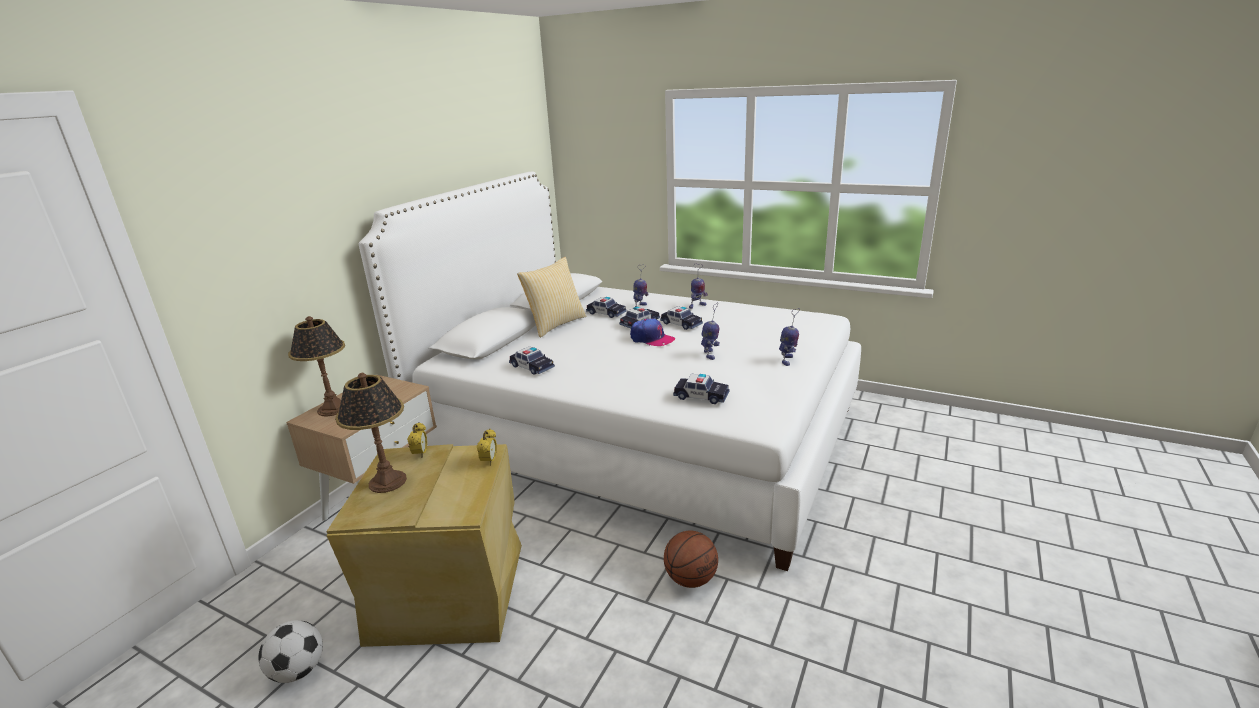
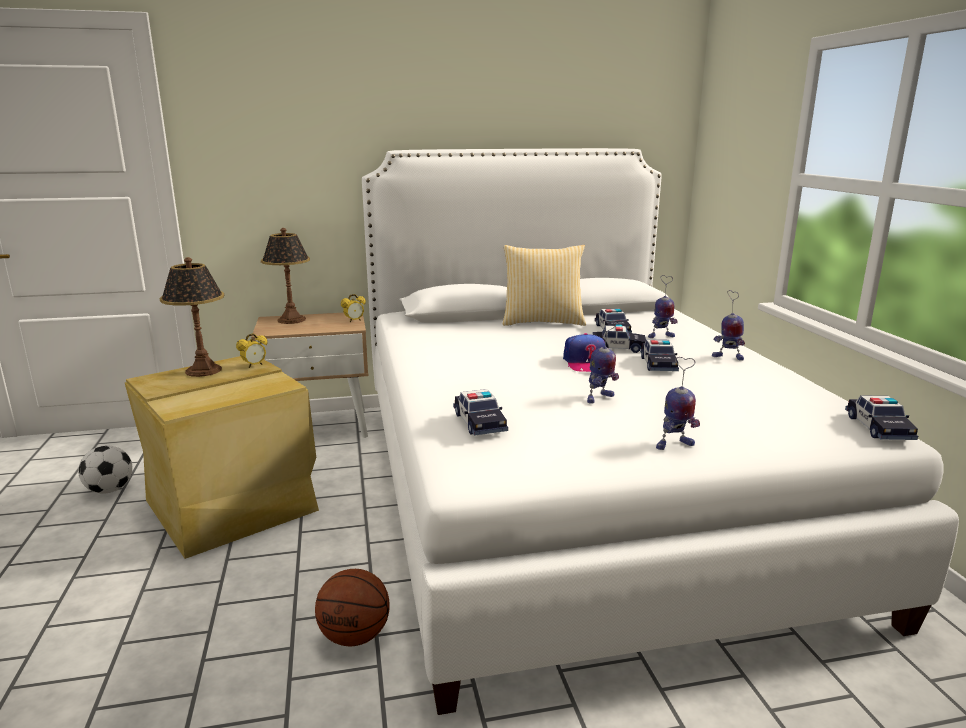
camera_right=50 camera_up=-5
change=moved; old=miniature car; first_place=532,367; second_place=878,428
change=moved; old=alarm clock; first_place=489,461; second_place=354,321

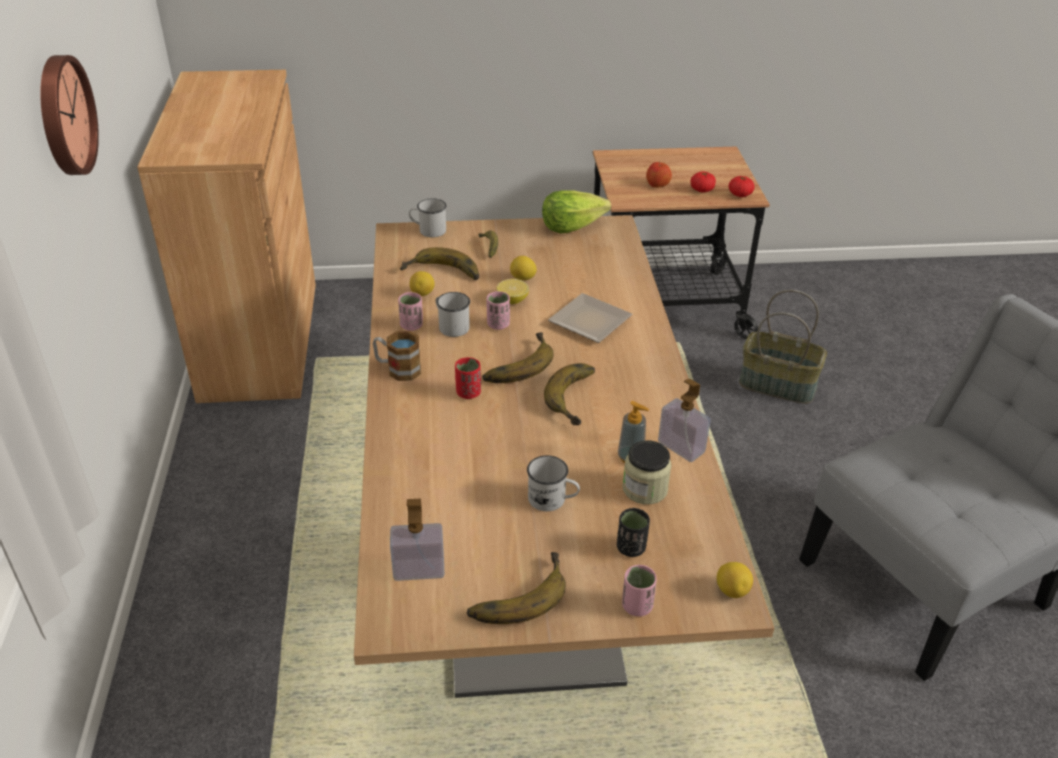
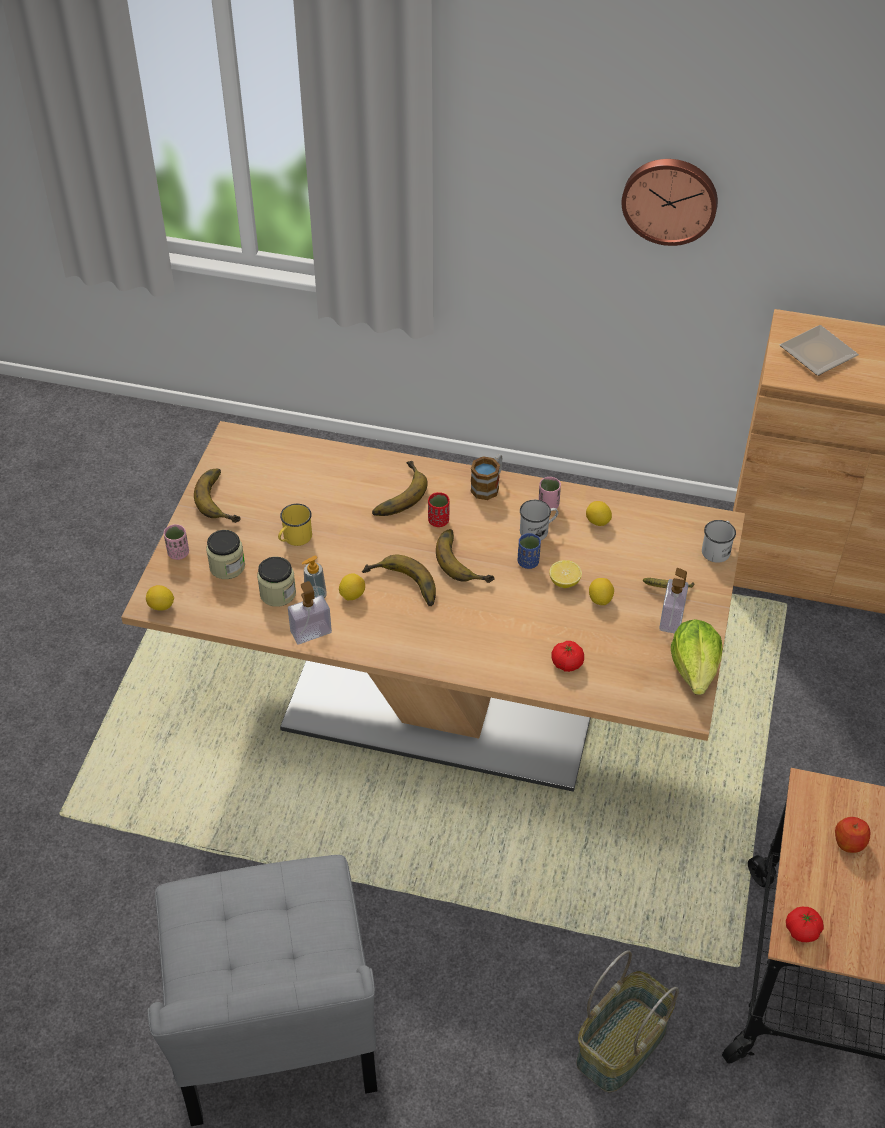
camera_right=110 camera_up=10
change=moved; old=whole tomato; first_place=702,190; second_place=567,663
change=moved; old=whole banana; first_place=442,274; second_place=395,493
change=recoloured; old=pink-coloured cup; new=bluish cup; first_place=498,324; second_place=528,562
change=moved; old=dinner plate; first_place=589,320; second_place=820,354
change=recoloured; old=white-coloured coffee mug; new=yellowish coffee mug; first_place=552,500; second_place=294,538
change=moved; old=soap dispenser; first_place=419,569; second_place=671,619
change=replaced; old=black cup; new=preserve jar; first_place=631,548; second_place=227,566
change=added; new=citrus fruit; second_place=352,595

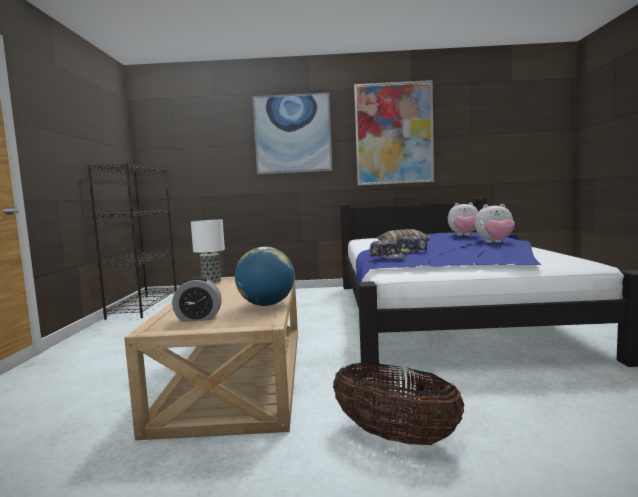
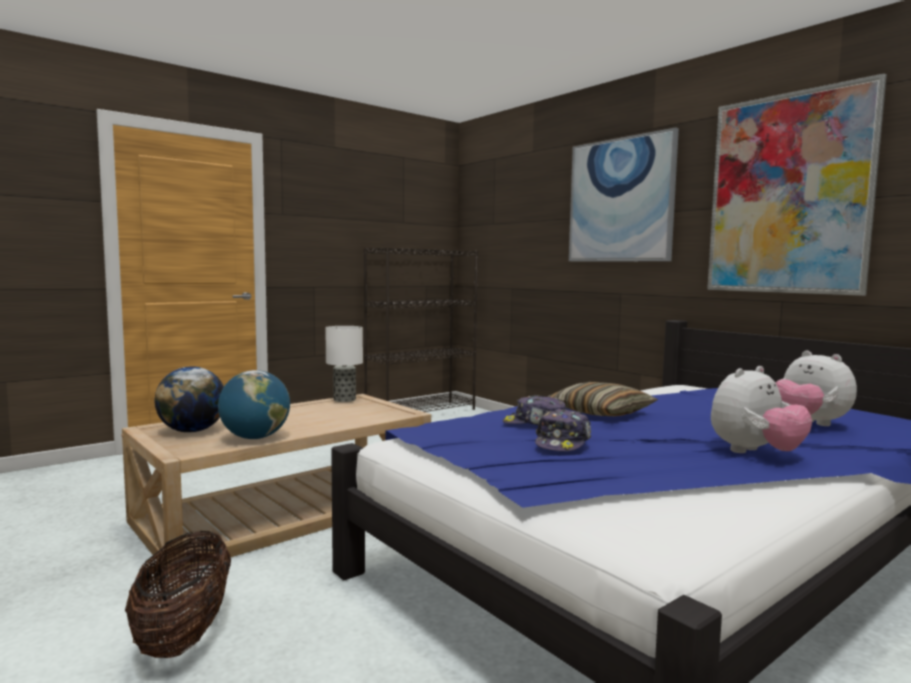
camera_right=50 camera_up=0
change=turned; old=cuddly toy; first_place=495,243; second_place=755,453; degrees=-90
change=moved; old=peaked cap; first_place=387,257; second_place=563,443
change=replaced; old=alarm clock; new=globe; first_place=198,318; second_place=192,431

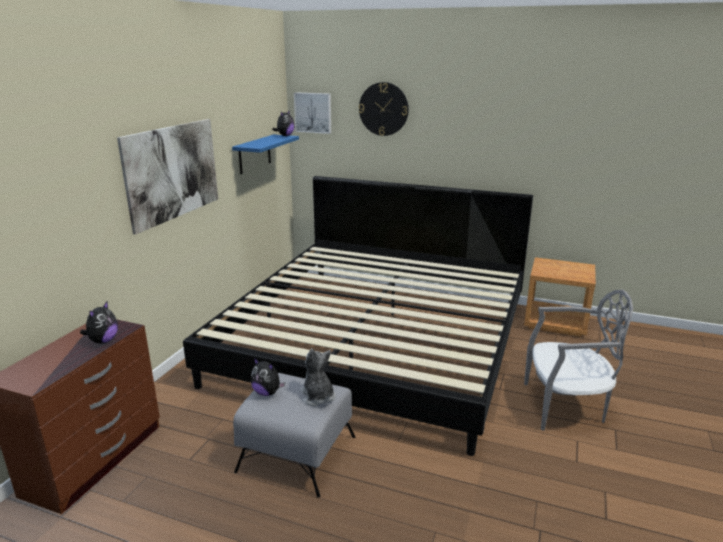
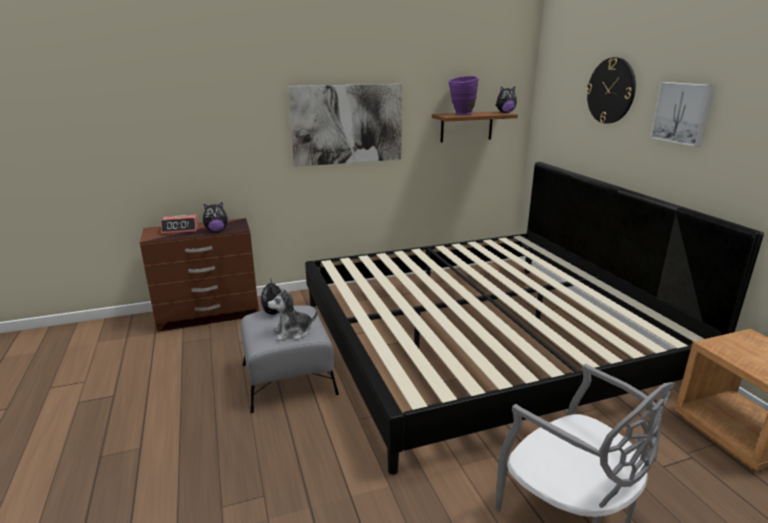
camera_right=50 camera_up=0
change=moved; old=picture; first_place=313,112; second_place=683,113
change=recoloured; old=bluish shelf; new=brown-coloured shelf; first_place=254,154; second_place=466,126
change=turned; old=cuddly toy; first_place=318,397; second_place=293,332; degrees=-135
change=added; new=purple vase; second_place=461,114
change=added; new=alarm clock; second_place=180,229

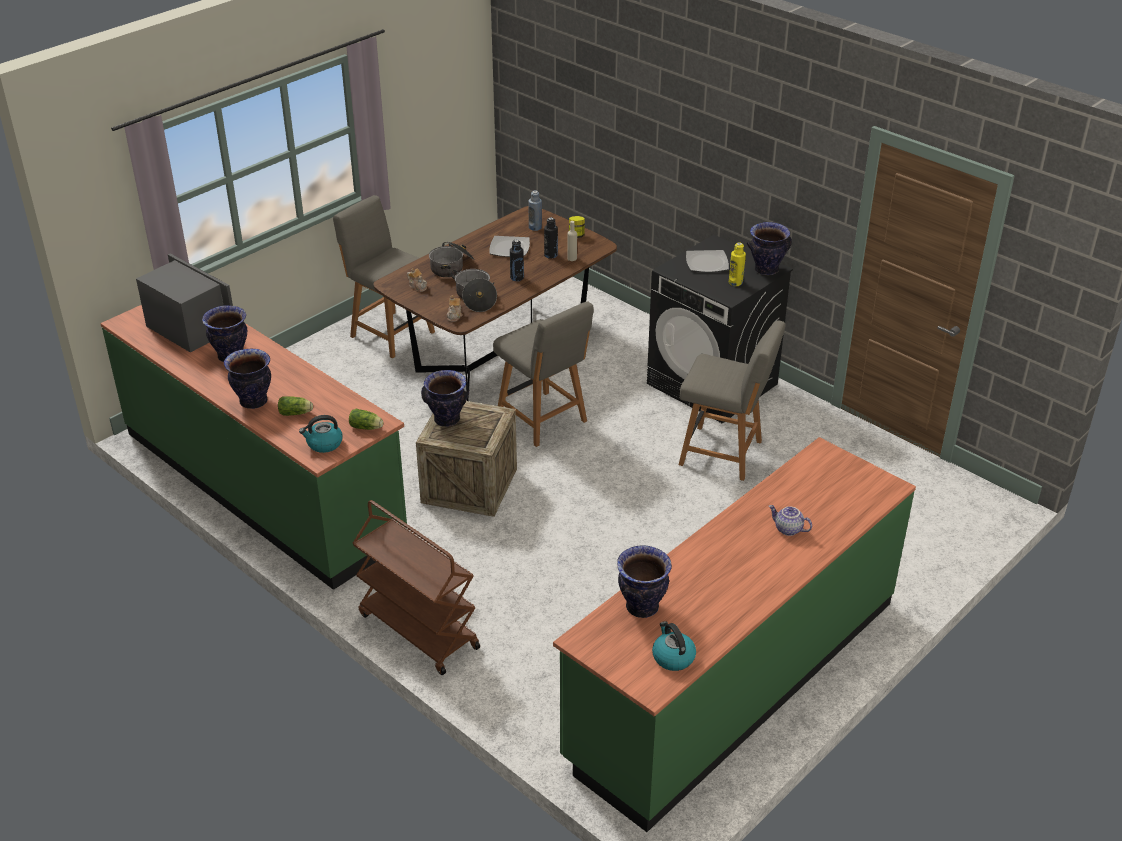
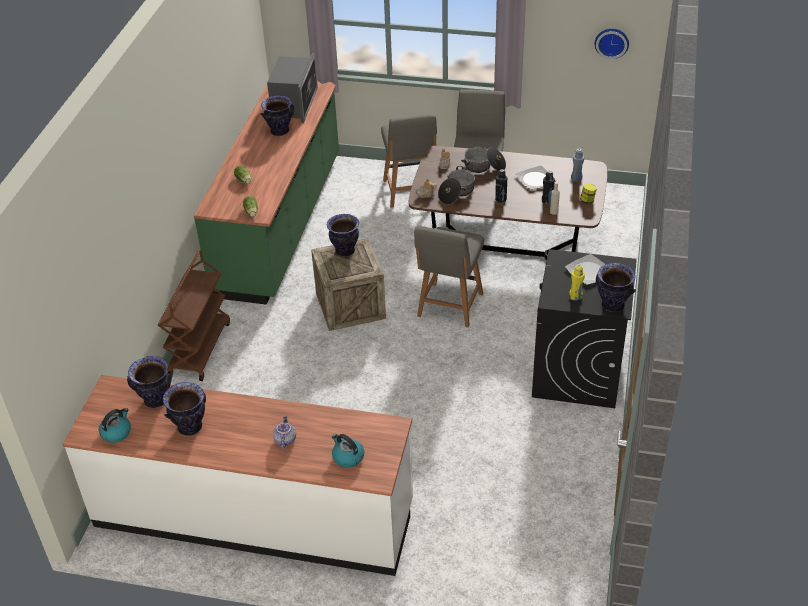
camera_right=60 camera_up=5
change=moved; old=greyish upright chair; first_place=724,454; second_place=410,192
change=moved; old=vase; first_place=254,401; second_place=190,427
change=moved; old=water kettle; first_place=324,444; second_place=347,457
change=recoloured; old=green kitchen counter; new=white-coloured kitchen counter; first_place=733,678; second_place=254,514
change=added; new=hanging clock; second_place=611,42

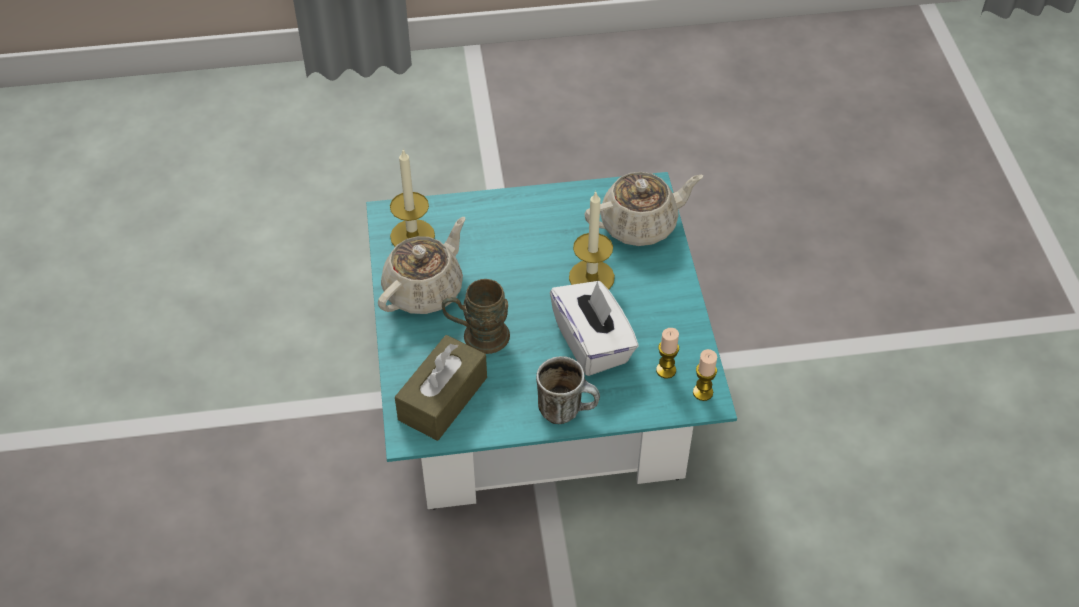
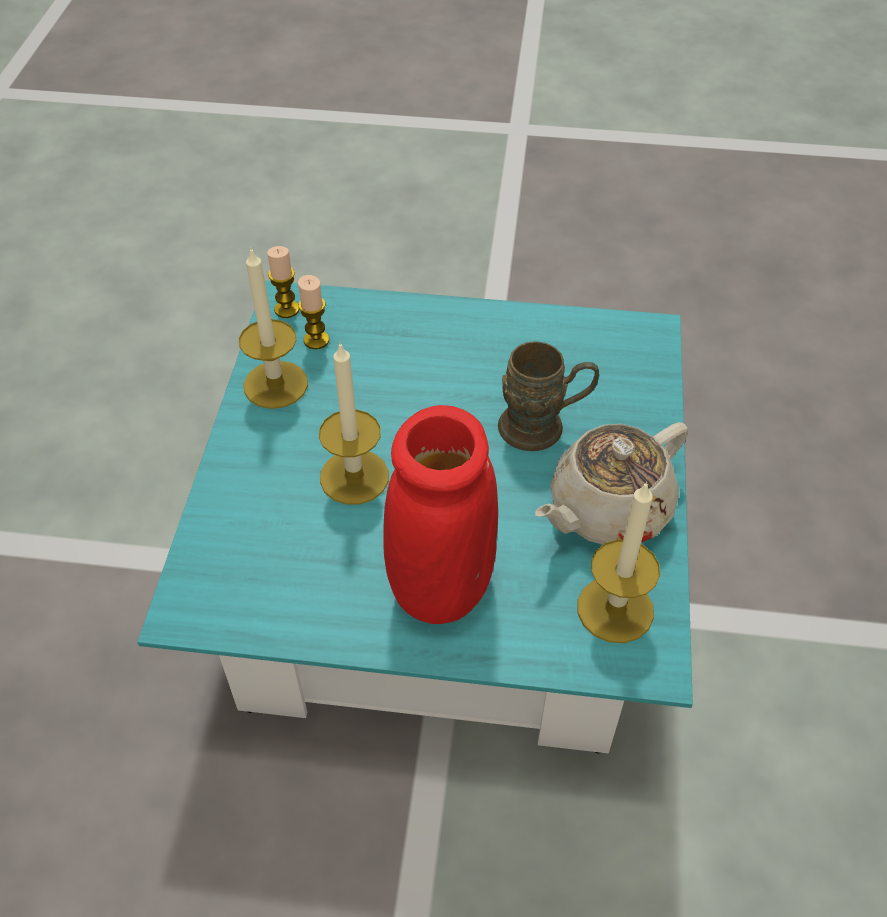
camera_right=-165 camera_up=0
change=removed; old=beige tea pot; first_place=640,225
change=removed; old=white-coloured tissue holder; first_place=593,343
change=removed; old=brown-coloured tissue holder; first_place=443,398
change=removed; old=coffee mug; first_place=567,410
change=added; new=wax candle; second_place=275,384
change=added; new=red-coloured vase; second_place=442,586

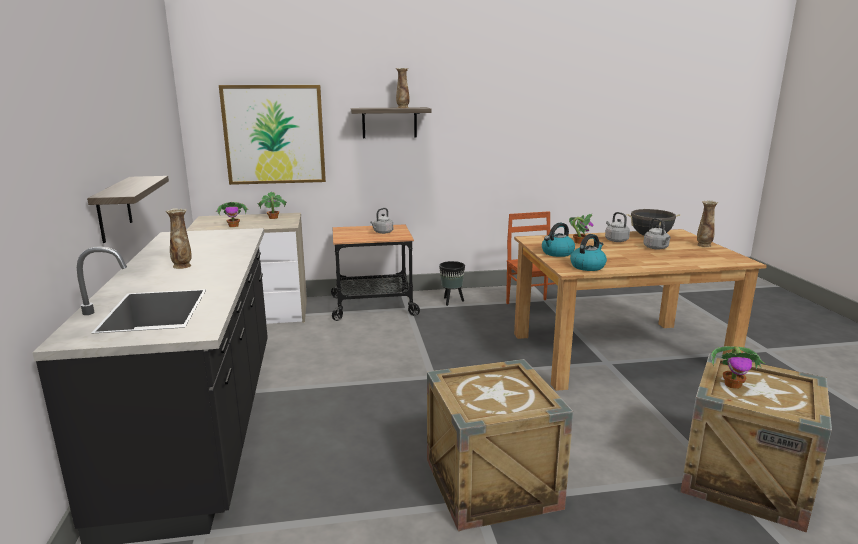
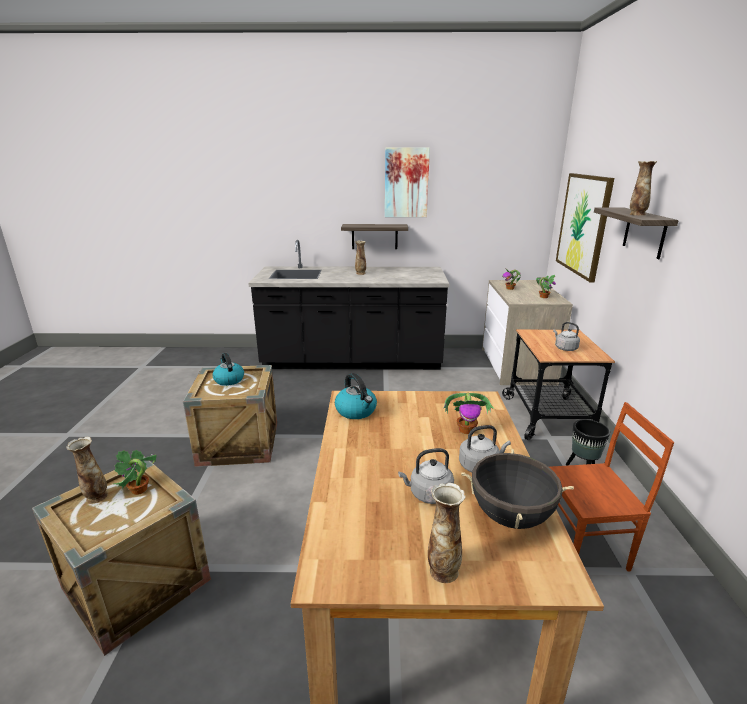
camera_right=100 camera_up=5
change=moved; old=water kettle; first_place=557,253; second_place=228,380
change=added; new=picture; second_place=406,183
change=added; new=vase; second_place=96,497

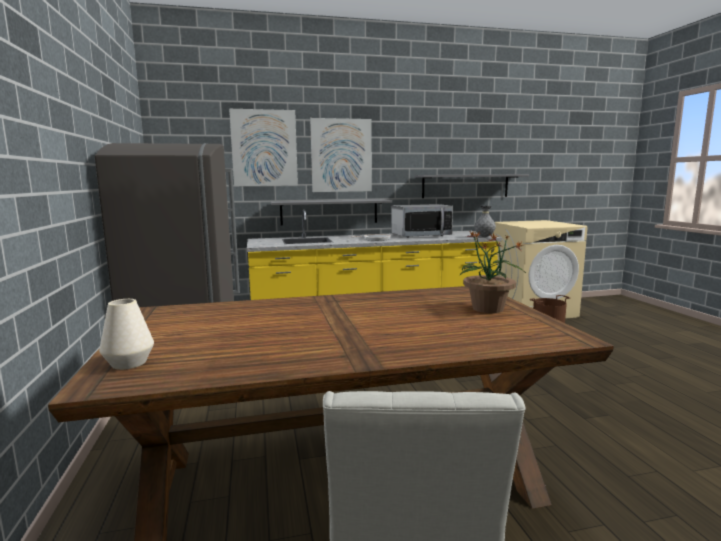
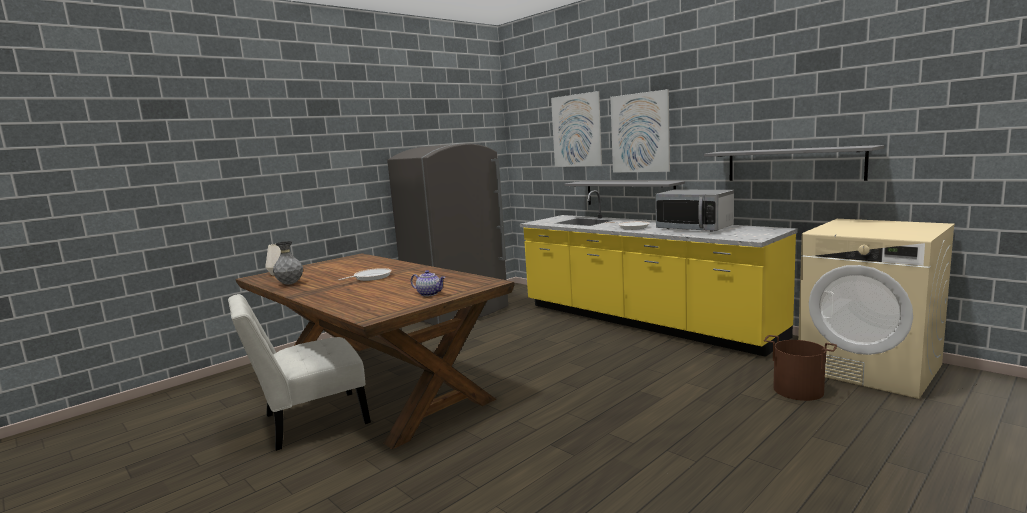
camera_right=60 camera_up=0
change=moved; old=greyish vase; first_place=484,237; second_place=290,284
change=replaced; old=houseplant; new=tea pot; first_place=488,309; second_place=430,294
change=added; new=frying pan; second_place=370,277

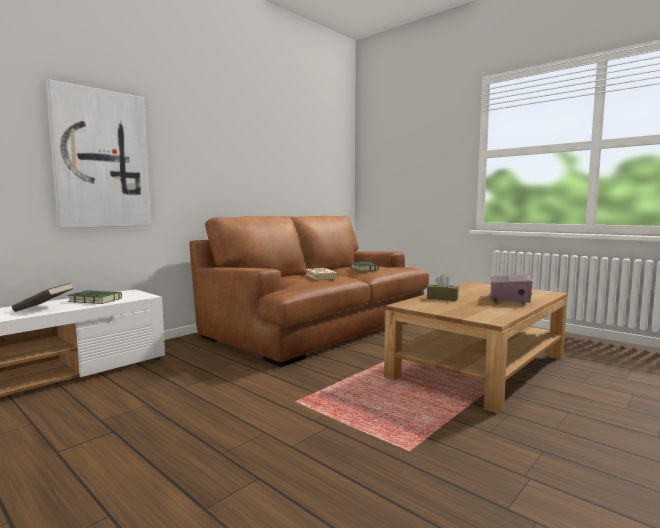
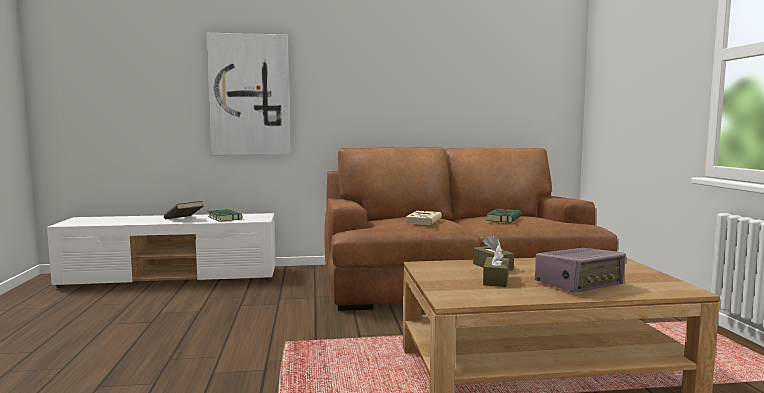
camera_right=40 camera_up=0
change=added; new=brown-coloured tissue holder; second_place=496,280

